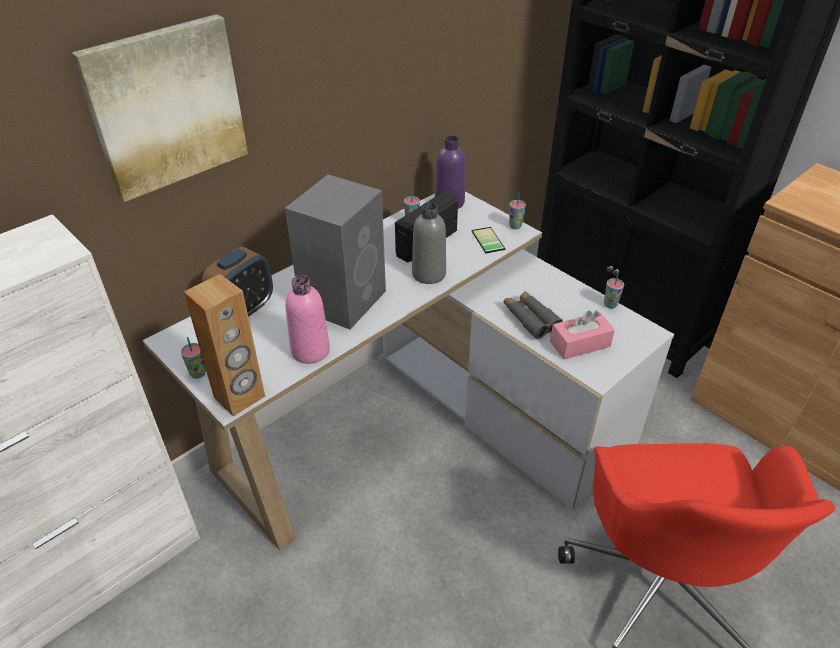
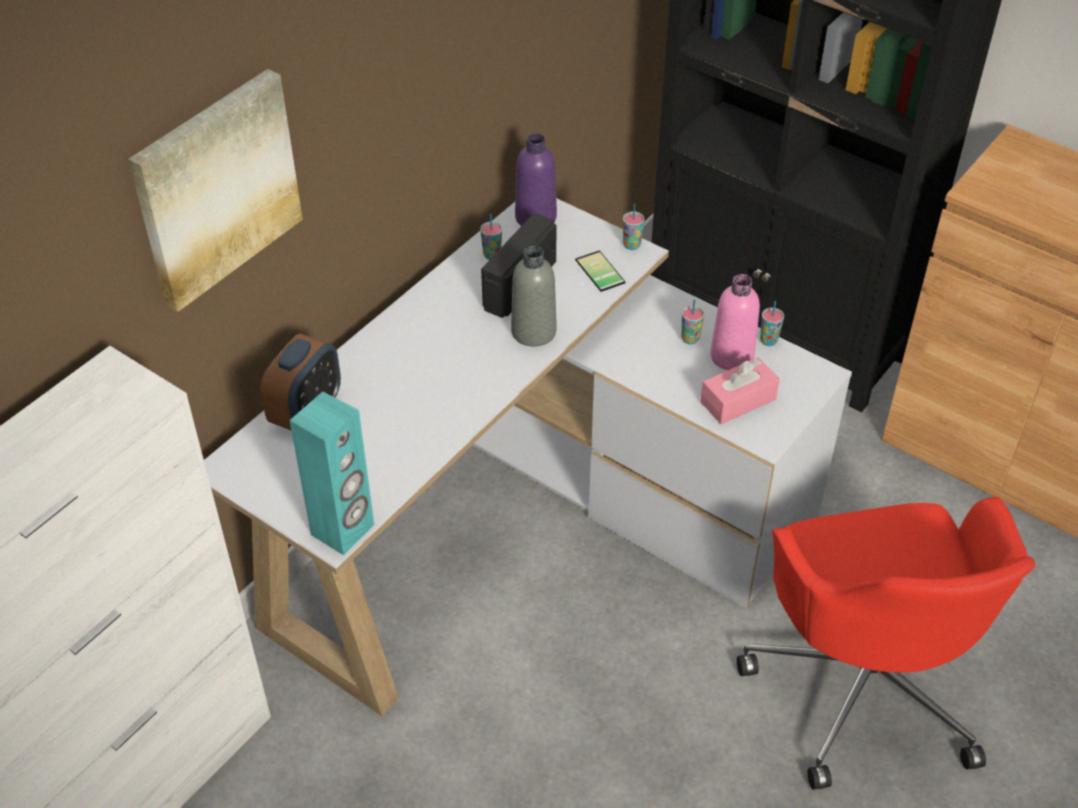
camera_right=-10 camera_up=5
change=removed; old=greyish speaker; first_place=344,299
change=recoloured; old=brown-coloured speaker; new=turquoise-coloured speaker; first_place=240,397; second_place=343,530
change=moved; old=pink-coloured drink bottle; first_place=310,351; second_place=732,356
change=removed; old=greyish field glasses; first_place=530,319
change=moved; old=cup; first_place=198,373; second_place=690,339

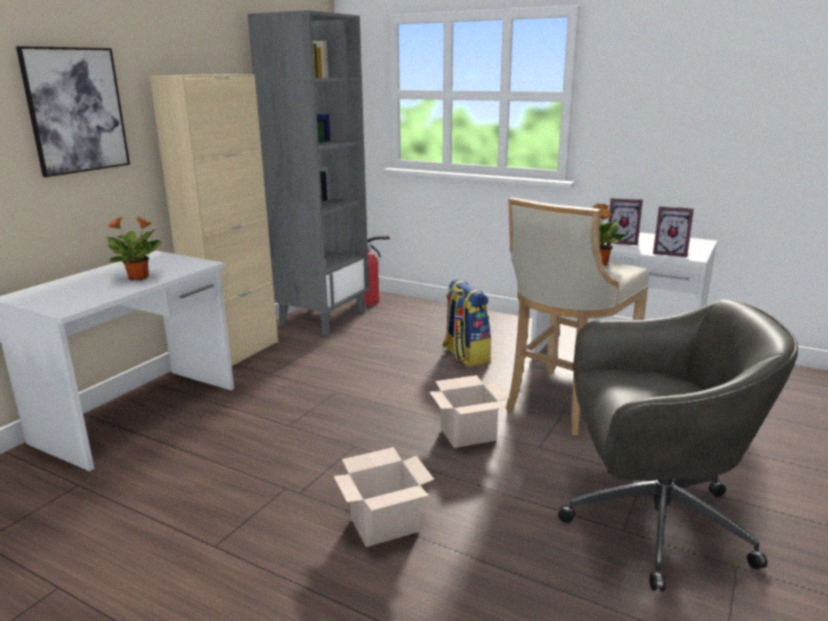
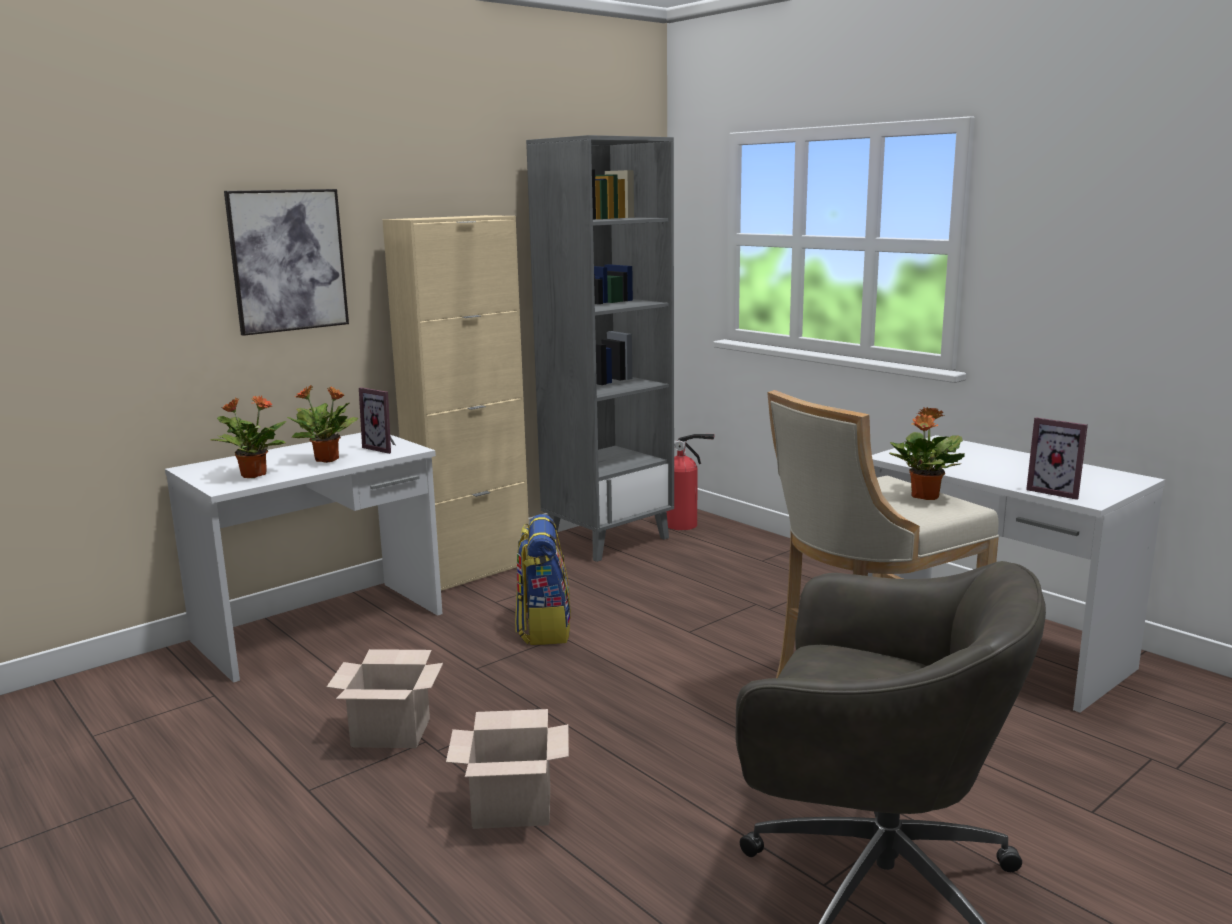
camera_right=20 camera_up=-5
change=moved; old=standing frame; first_place=621,242; second_place=384,448
change=moved; old=rucksack; first_place=465,355; second_place=543,628
change=moved; old=carton; first_place=469,433; second_place=393,732
change=added; new=houseplant; second_place=253,475

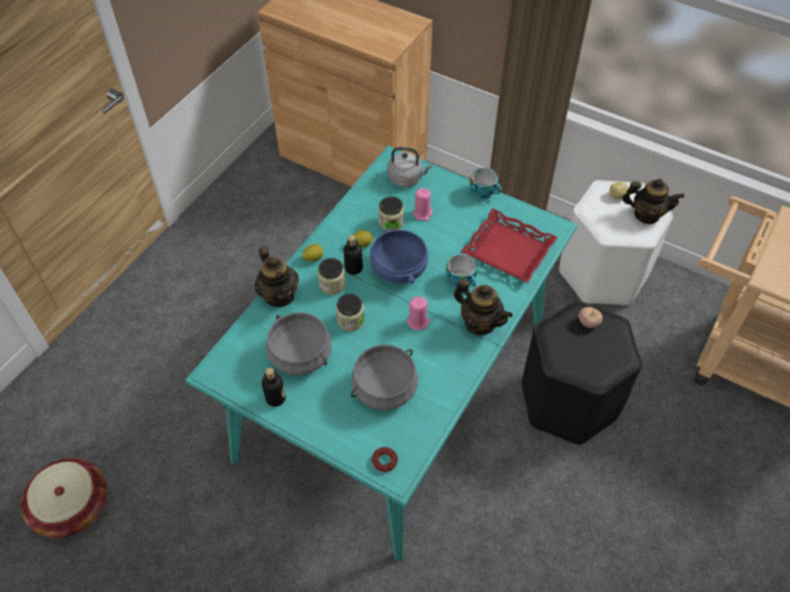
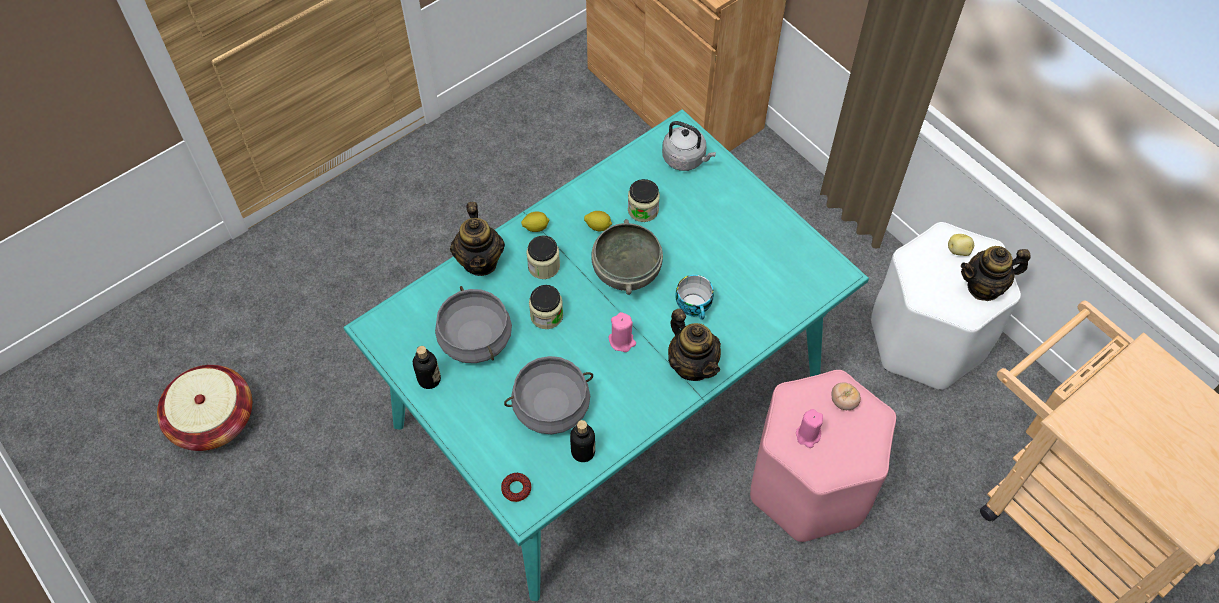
camera_right=20 camera_up=5
change=removed; old=cup; first_place=484,192
change=turned; old=tea pot; first_place=646,215; second_place=984,287; degrees=135
change=moved; old=pink-coloured wax candle; first_place=422,214; second_place=808,435
change=removed; old=red-coloured tray; first_place=508,251
change=recoloured; old=bluish deep dish; new=greyish deep dish; first_place=398,271; second_place=625,272
change=moved; old=drink bottle; first_place=353,268; second_place=583,452
change=recoloured; old=black sitting stool; new=pink-coloured sitting stool; first_place=568,401; second_place=809,485

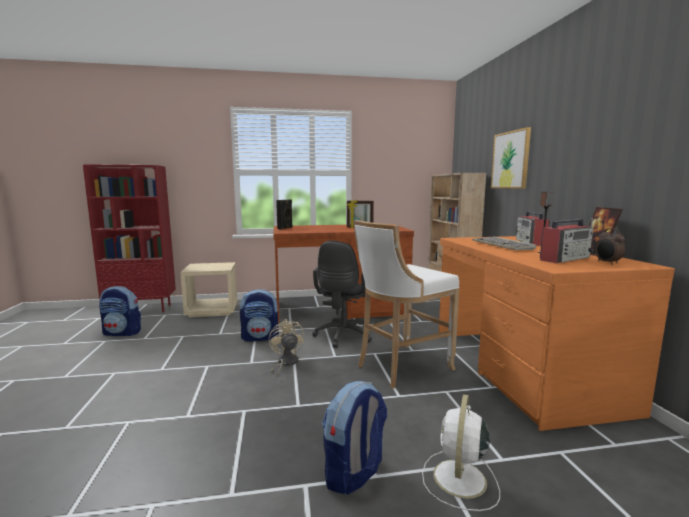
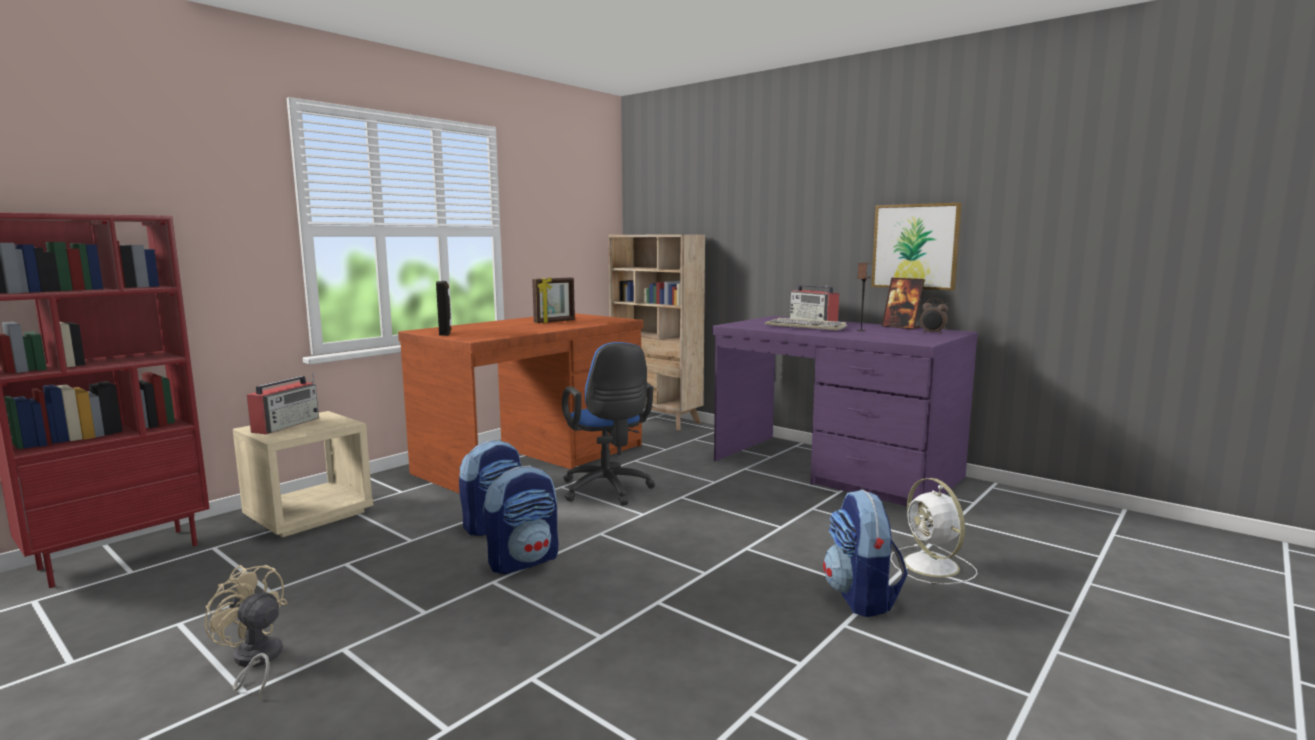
camera_right=-40 camera_up=0
change=moved; old=picture; first_place=510,160; second_place=915,246
change=moved; old=radio; first_place=565,259; second_place=287,425
change=removed; old=white-coloured sitting stool; first_place=400,367
change=recoloured; old=orange-coloured desk unit; new=purple desk unit; first_place=520,369; second_place=834,469
change=recoloured; old=black office chair; new=bluish office chair; first_place=342,337; second_place=608,491
change=moved; old=rucksack; first_place=122,333; second_place=524,561
change=moved; old=beige electric fan; first_place=285,363; second_place=255,661

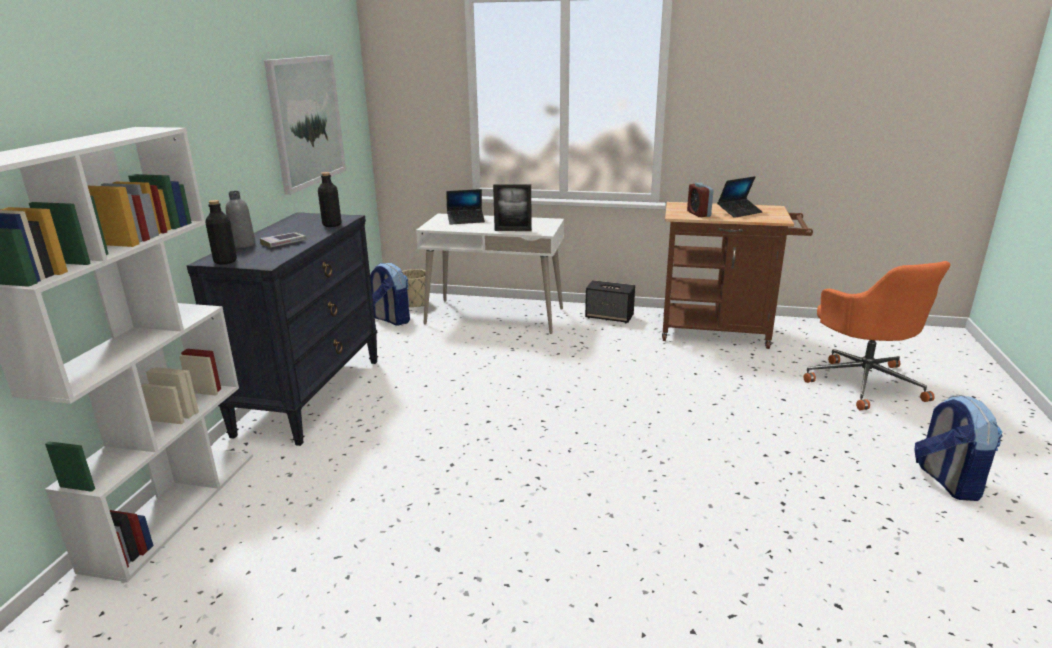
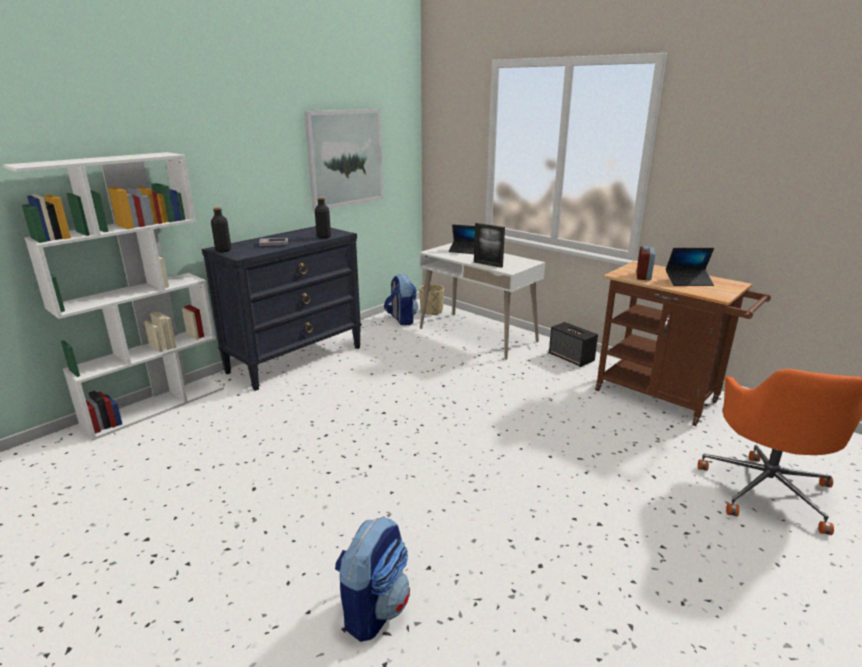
camera_right=30 camera_up=0
change=removed; old=greyish drink bottle; first_place=243,245
change=moved; old=rucksack; first_place=947,481; second_place=374,609

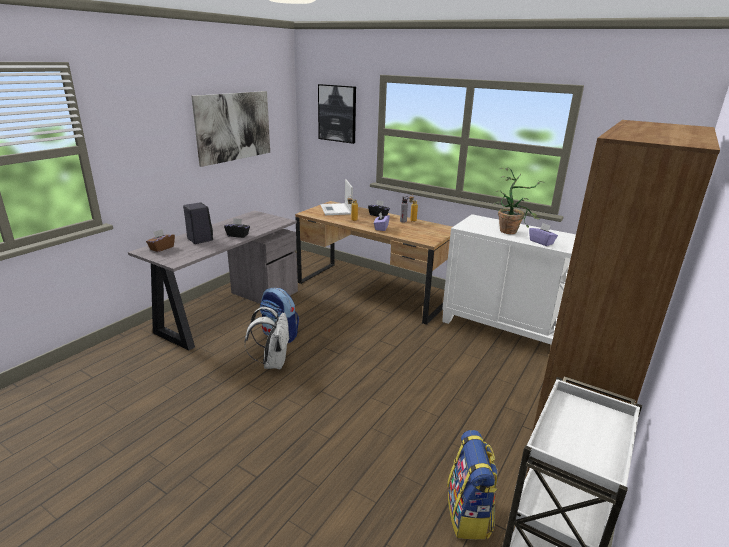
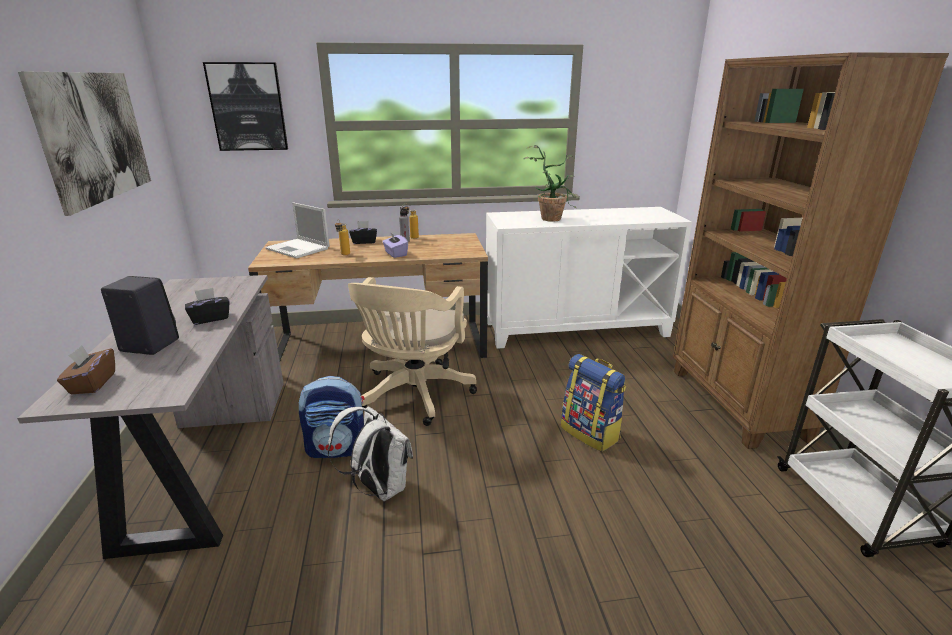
camera_right=-40 camera_up=0
change=removed; old=purple tissue holder; first_place=541,242
change=moved; old=rucksack; first_place=469,514; second_place=591,433
change=added; new=beige office chair; second_place=413,396

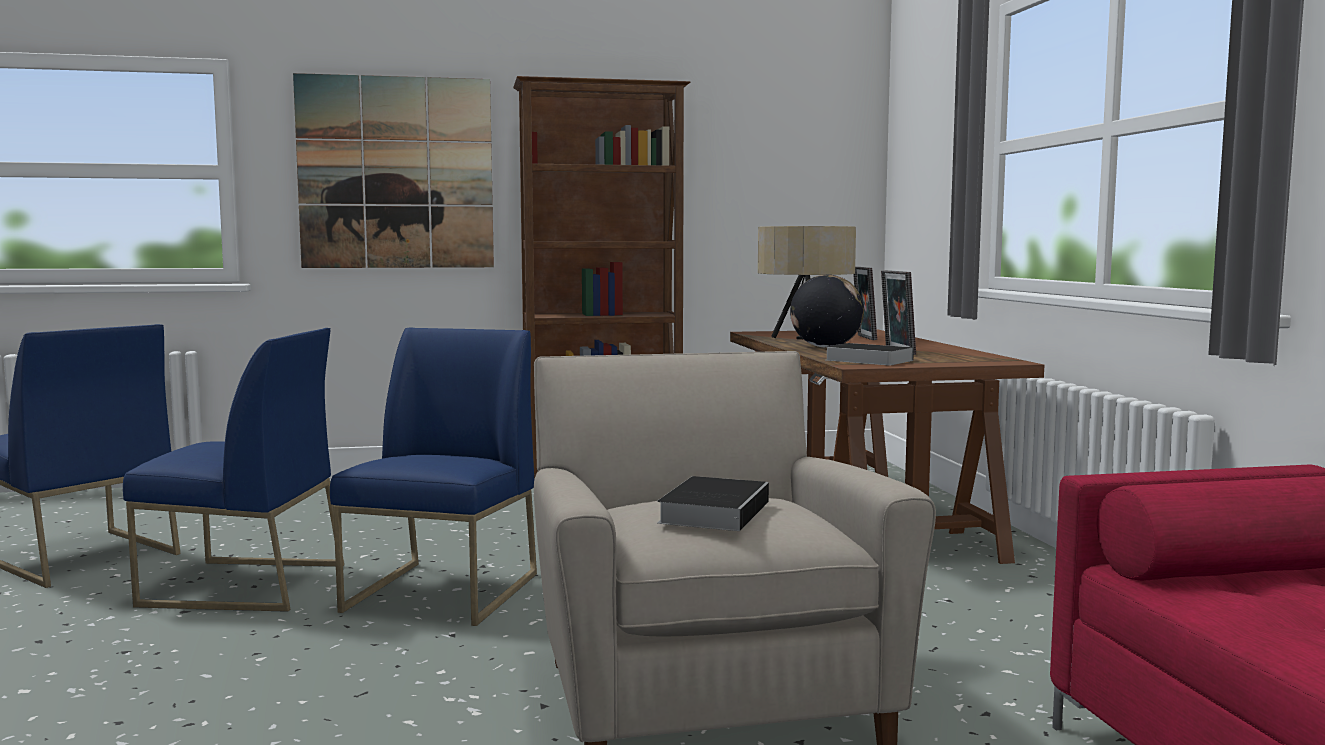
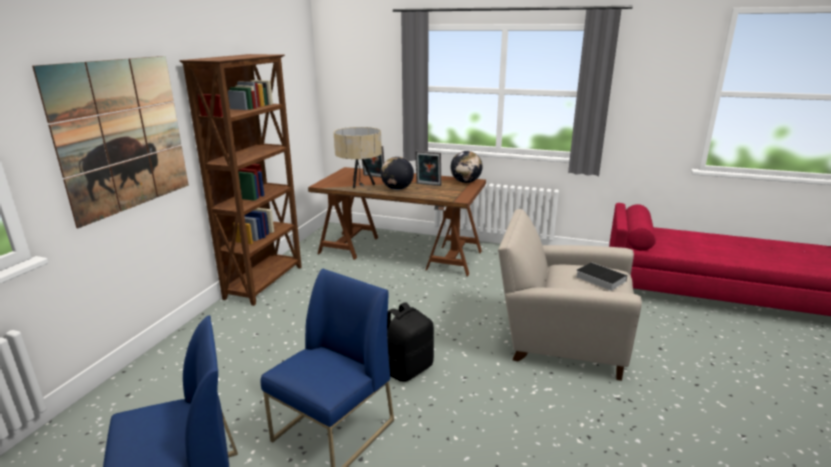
camera_right=-60 camera_up=15
change=replaced; old=bluish upright chair; new=black rucksack; first_place=443,593; second_place=408,369
change=removed; old=volume; first_place=865,360
change=added; new=globe; second_place=465,182

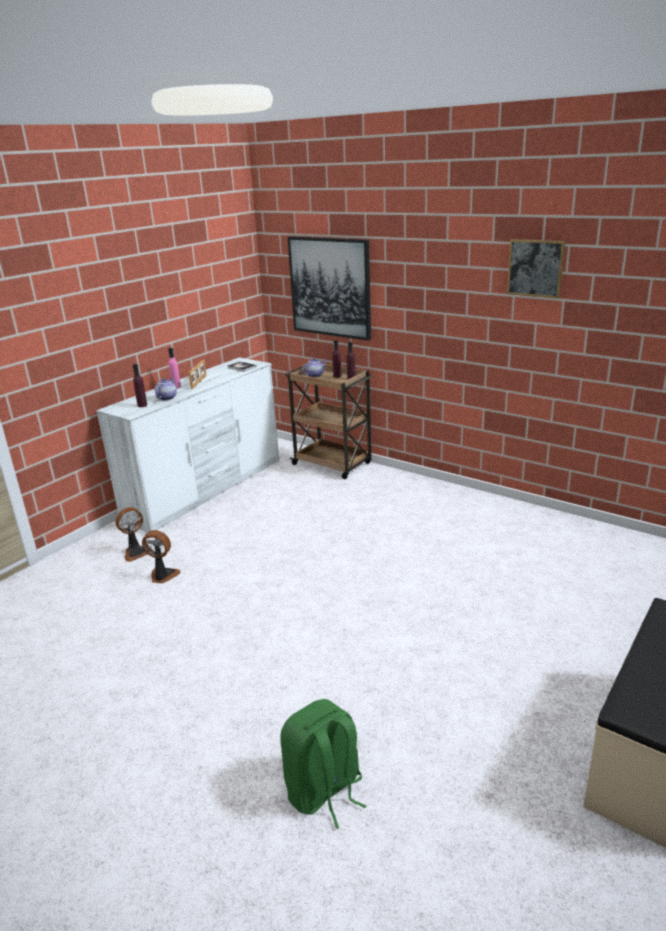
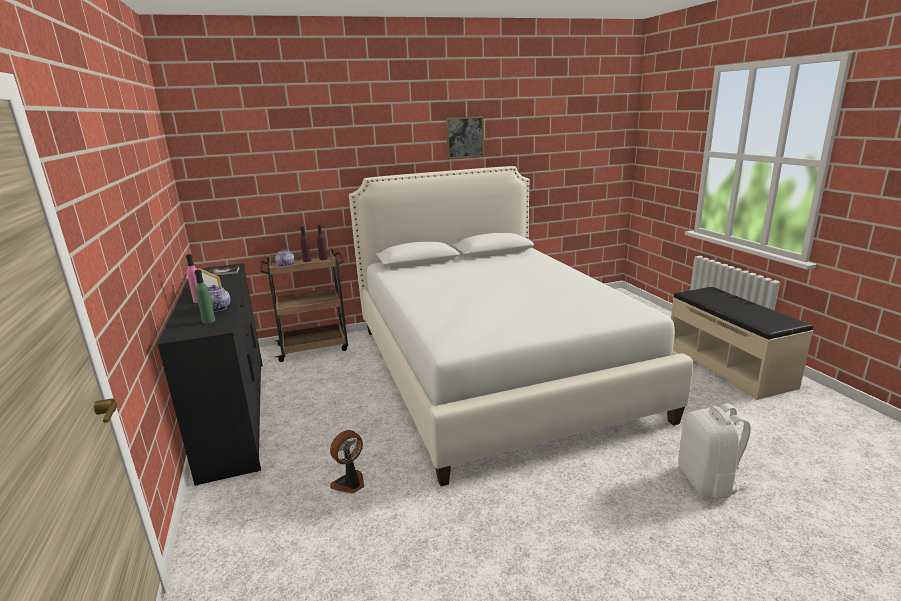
camera_right=-55 camera_up=-5
change=removed; old=picture; first_place=330,287
change=recoloured; old=white-coloured dresser; new=black dresser; first_place=207,489; second_place=236,414
change=recoloured; old=purple drink bottle; new=green drink bottle; first_place=142,405; second_place=208,321
change=removed; old=electric fan; first_place=136,552
change=recoloured; old=green rucksack; new=white-coloured rucksack; first_place=324,791; second_place=708,482
change=added; new=white-coloured bedroom bed; second_place=493,368

